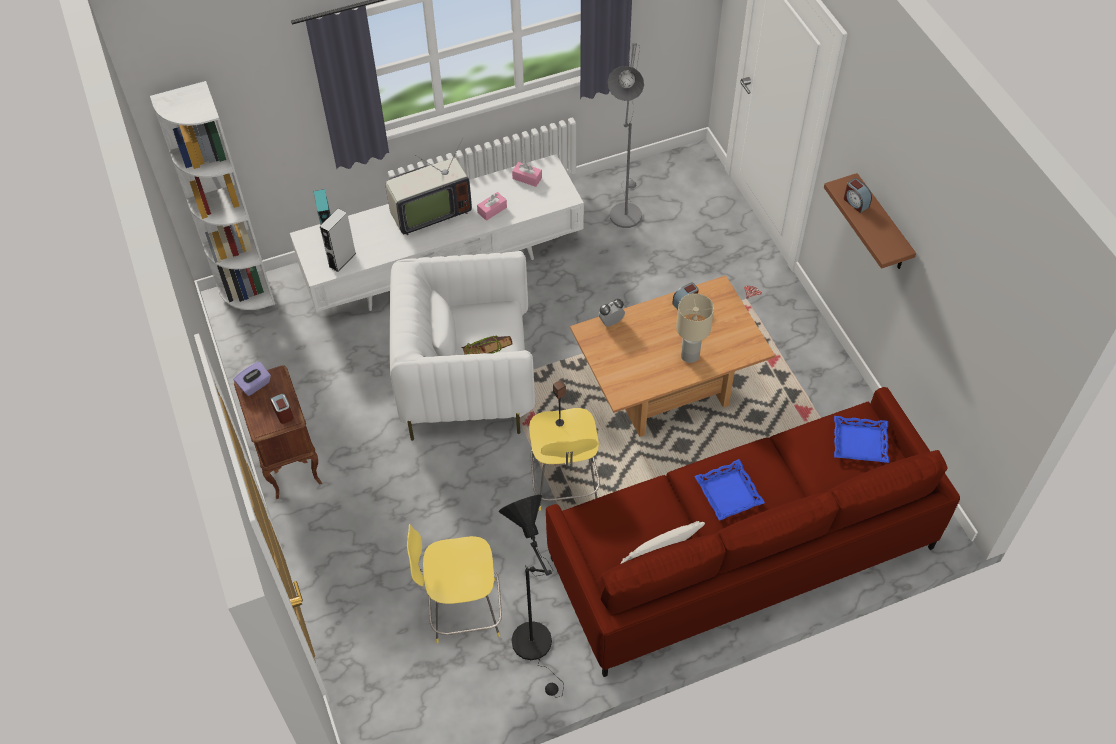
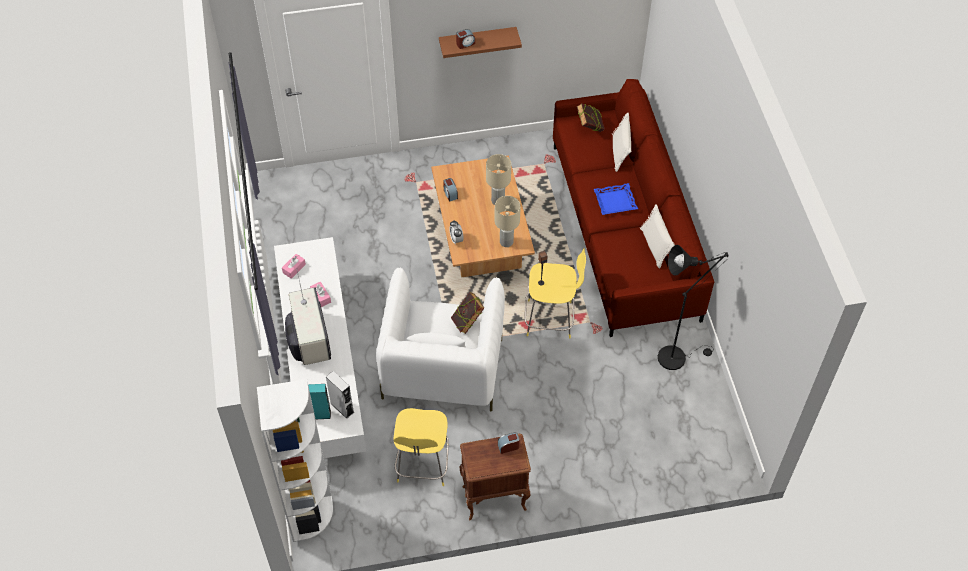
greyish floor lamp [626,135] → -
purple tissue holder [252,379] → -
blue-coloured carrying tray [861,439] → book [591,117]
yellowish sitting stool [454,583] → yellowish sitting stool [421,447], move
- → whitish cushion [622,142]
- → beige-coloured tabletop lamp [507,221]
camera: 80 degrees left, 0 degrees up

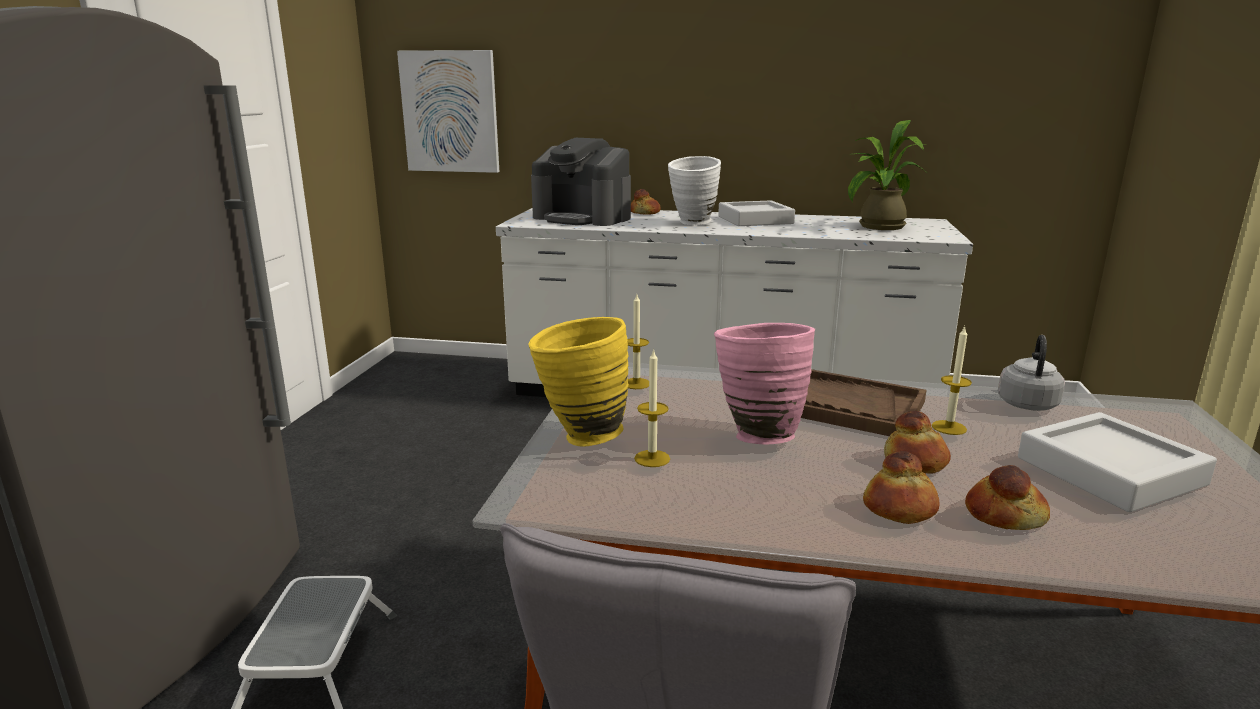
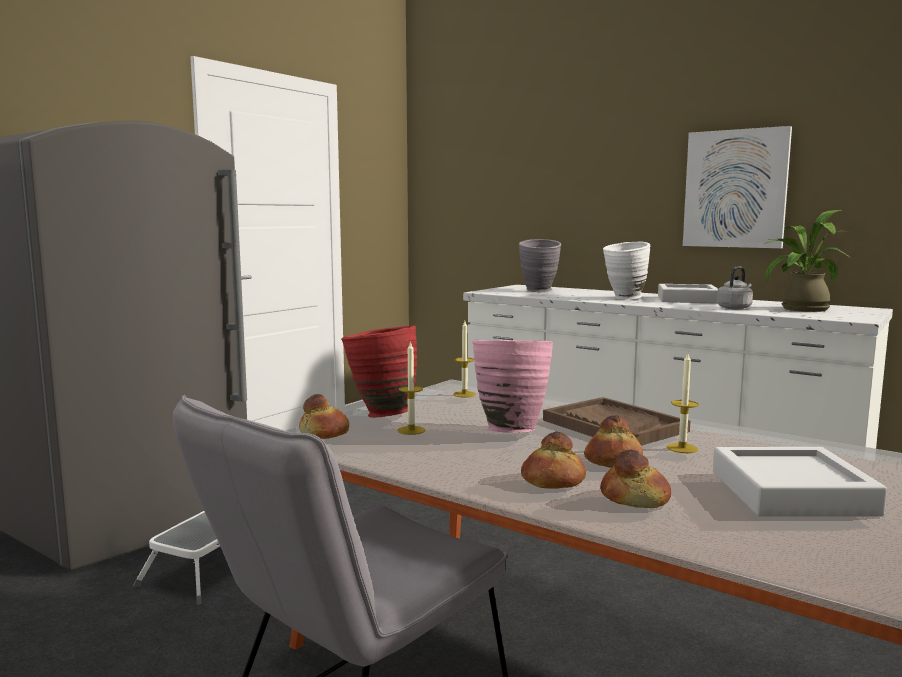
wall picture [448,111] → wall picture [737,187], move
coffee brewer [581,182] → greyish vase [540,265]
bakery bread [646,202] → bakery bread [324,416], move
yellowish vase [579,381] → red-coloured vase [379,372]
greyish water kettle [1031,373] → greyish water kettle [735,287], move
camera: 25 degrees right, 10 degrees down

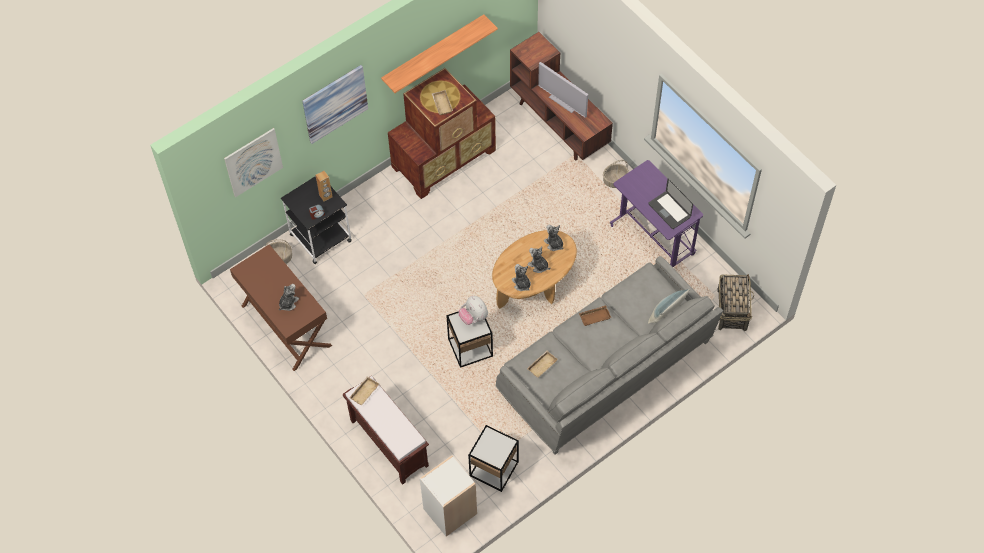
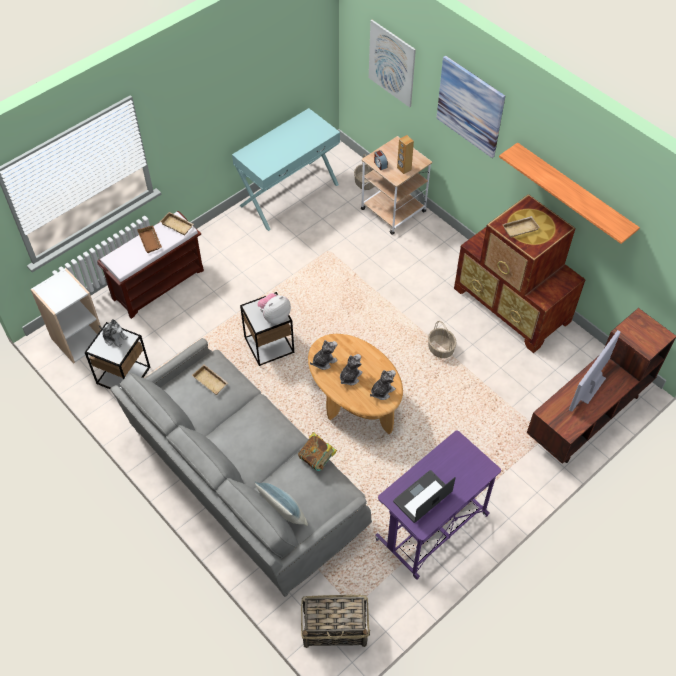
storage basket [616,174] → storage basket [442,339], move
blackish wheeled cart [316,220] → beige-coloured wheeled cart [397,185]
brown-coloured console table [281,307] → turquoise-coloured console table [286,169]
cuddly toy [289,297] → cuddly toy [113,333], move
brown-coloured carrying tray [595,316] → brown-coloured carrying tray [149,239], move
- → book [317,451]
camera: 85 degrees right, 5 degrees down

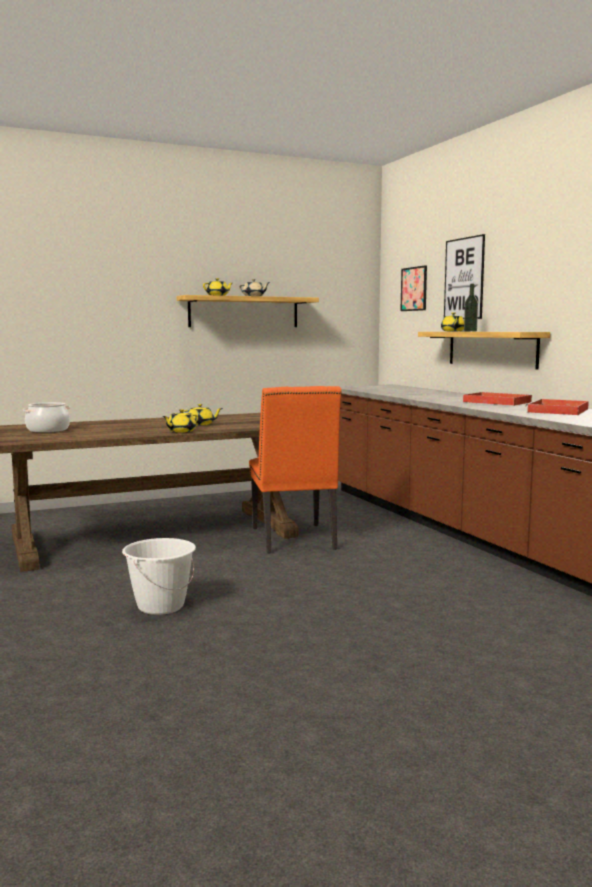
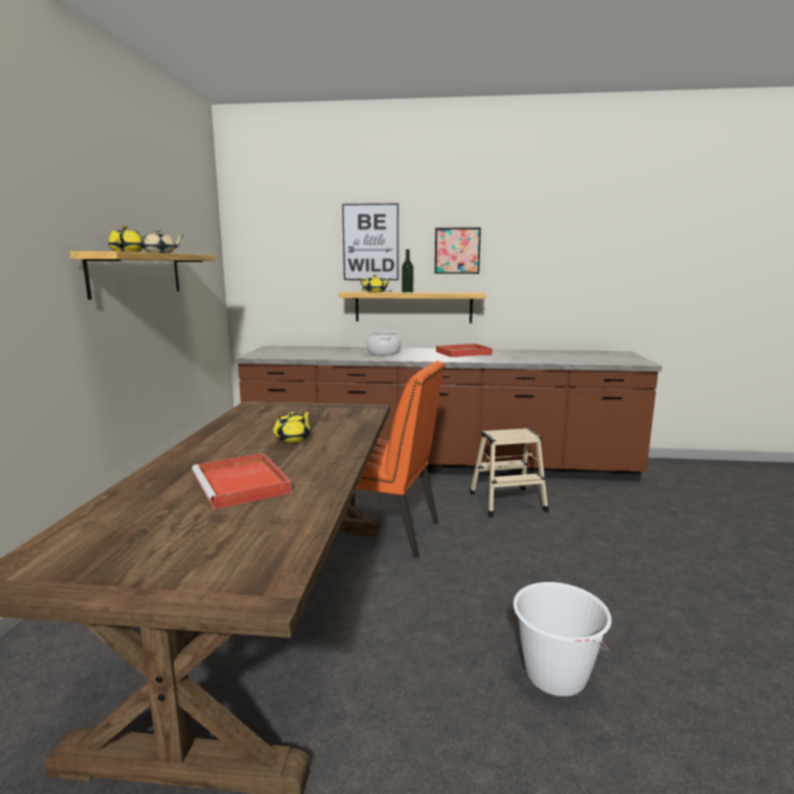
wall picture [413,288] → wall picture [458,250], move
red-coloured carrying tray [557,407] → red-coloured carrying tray [241,481], move
saucepot [47,417] → saucepot [384,342], move
yellowish pot for tea [180,421] → -
- → beige-coloured step ladder [509,473]
camera: 60 degrees left, 5 degrees up

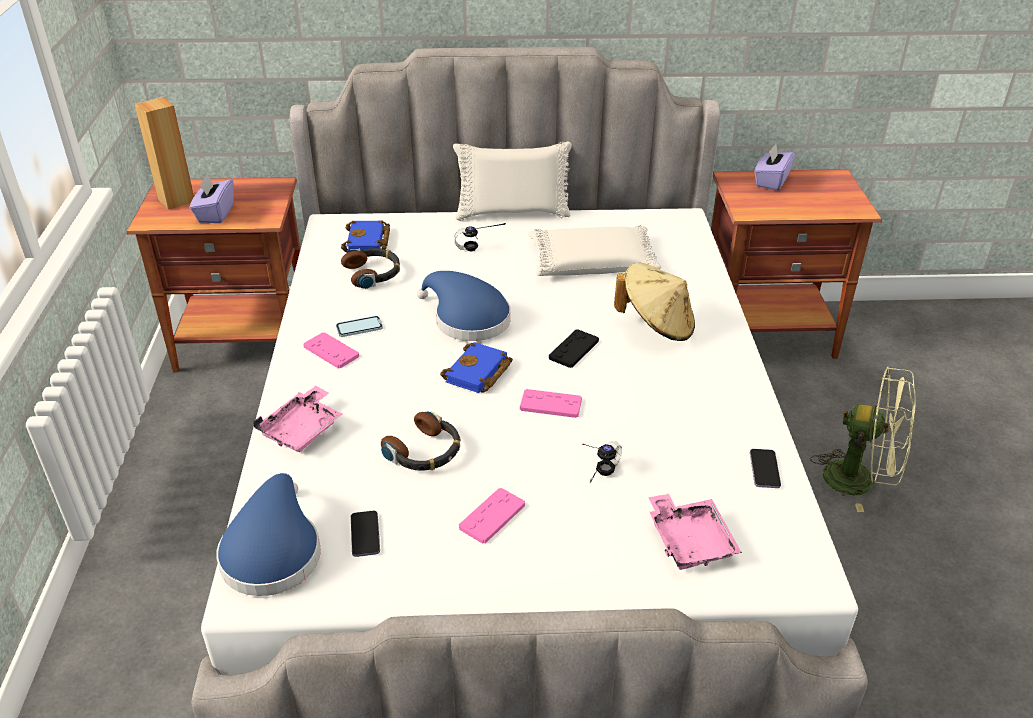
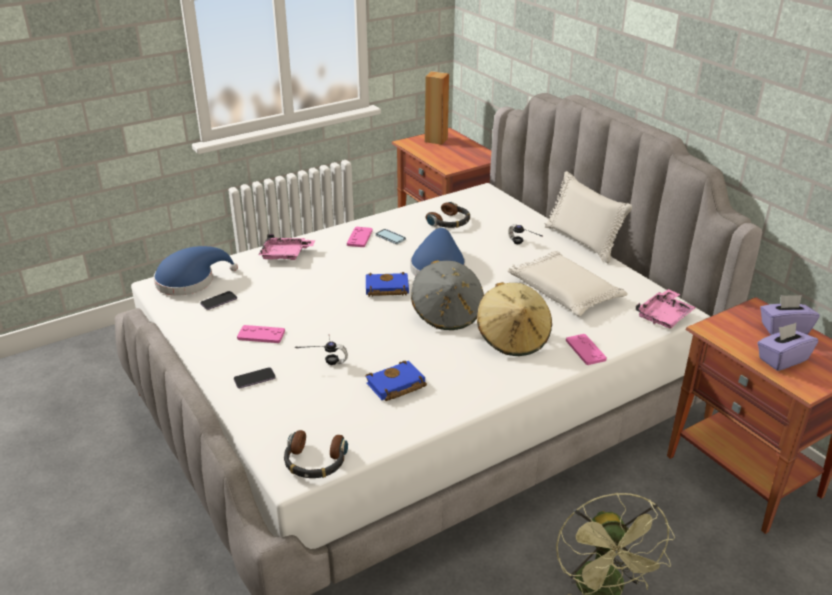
purple tissue holder [212,198] → purple tissue holder [787,347], move
blue-coloured book [365,236] → blue-coloured book [396,380], move
blackish game controller [574,348] → greyish wearable hat [447,295]
pink game controller [551,403] → pink game controller [586,349], move
pair of headphones [420,441] → pair of headphones [316,454], move
telephone [765,468] → telephone [255,377], move
pink carrying tray [695,532] → pink carrying tray [666,309], move
camera: 60 degrees right, 5 degrees down

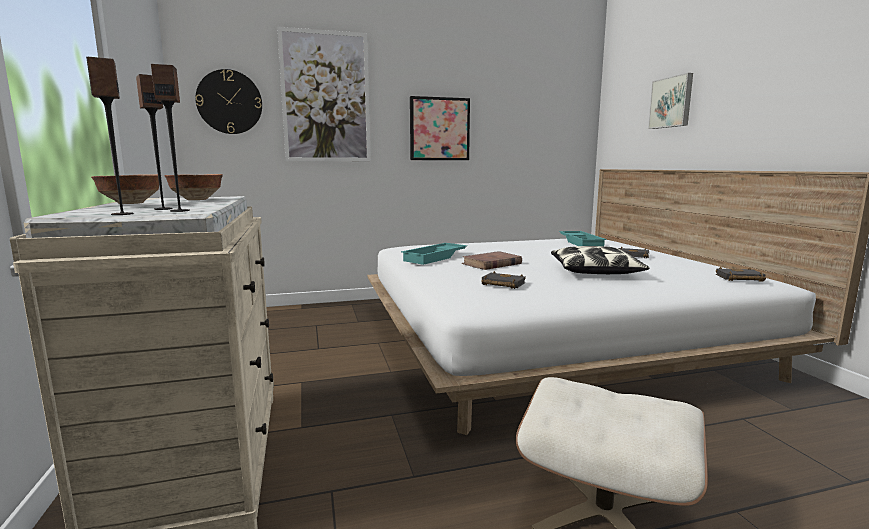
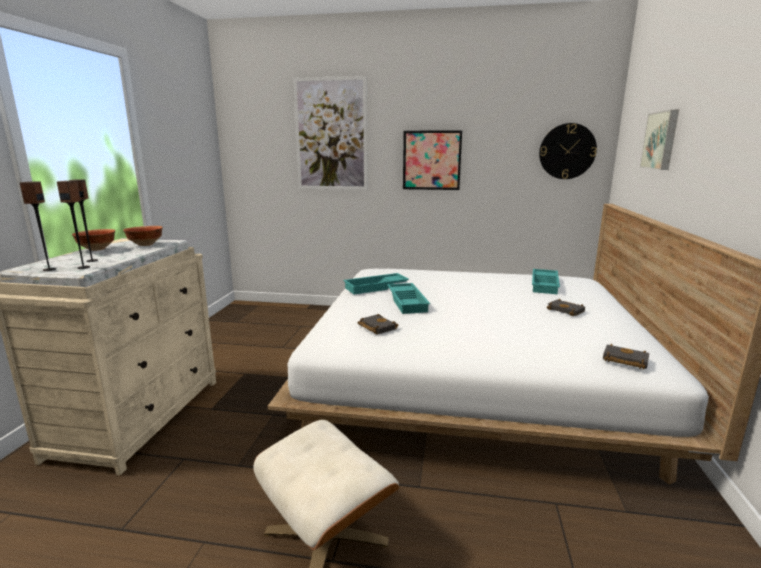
hanging clock [228,101] → hanging clock [568,151], move
cushion [600,260] → -
brown-coloured book [492,260] → turquoise-coloured carrying tray [408,298]
camera: 25 degrees right, 5 degrees up

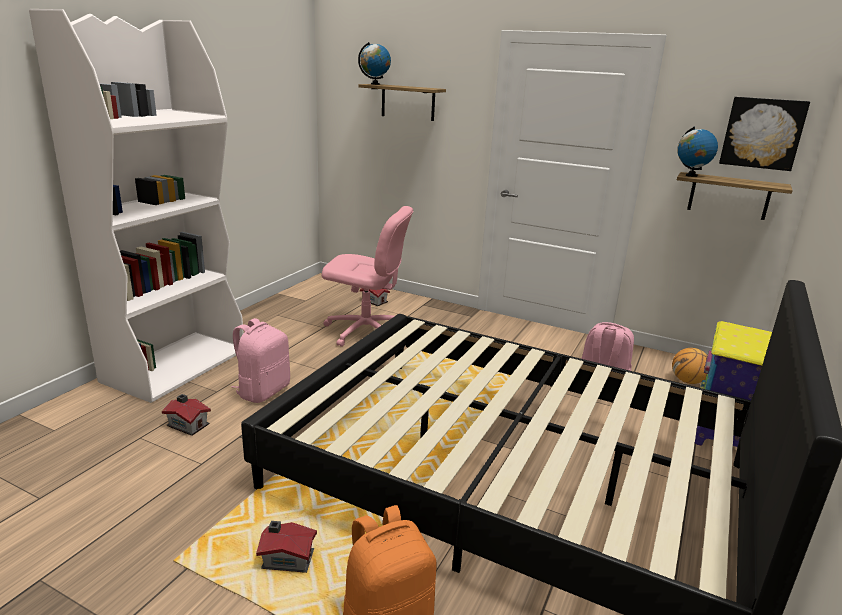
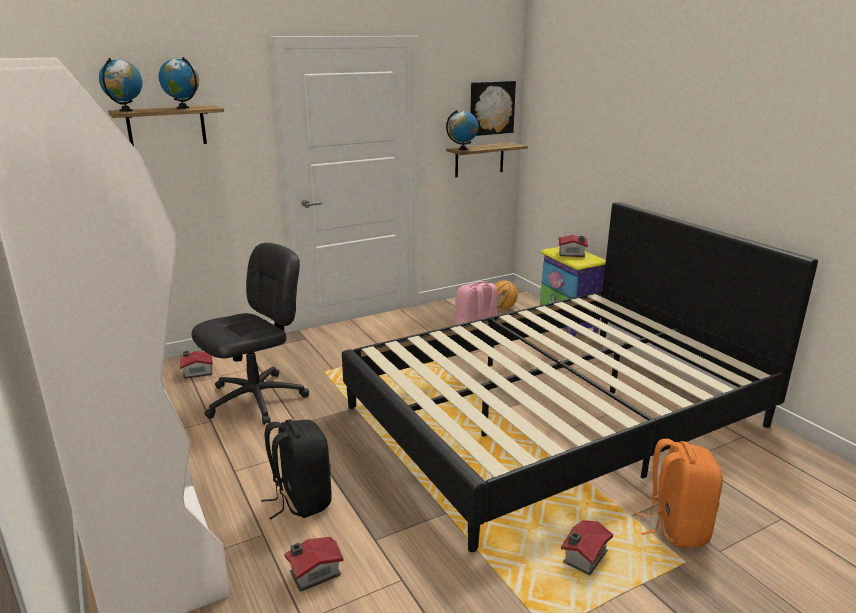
pink desk chair [368,276] → blackish desk chair [250,334]
pink backpack [260,360] → blackish backpack [296,469]
- → desk globe [179,83]
- → toy house [573,246]
camera: 55 degrees left, 0 degrees up

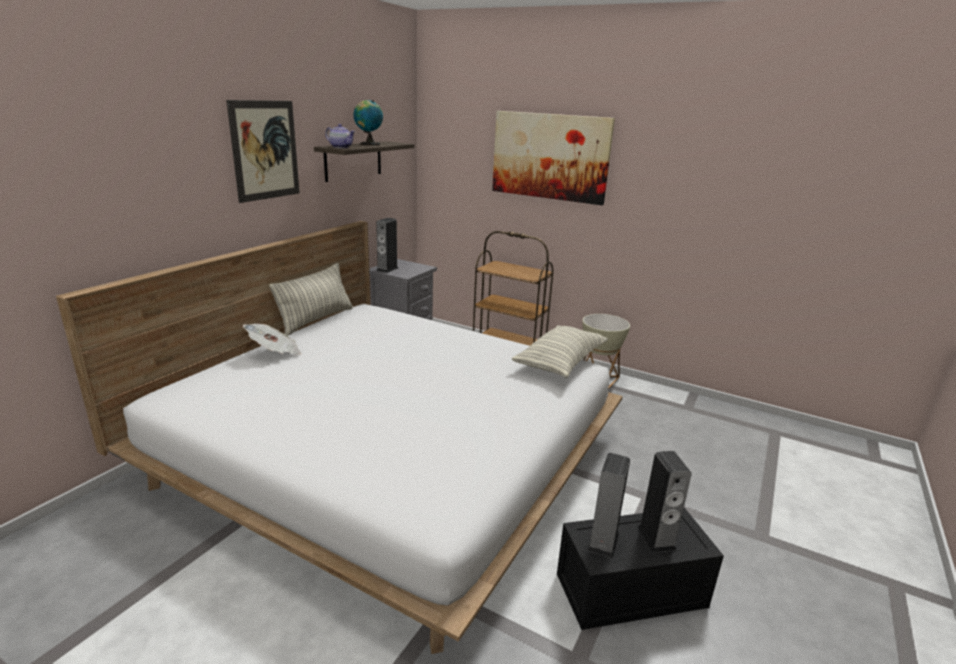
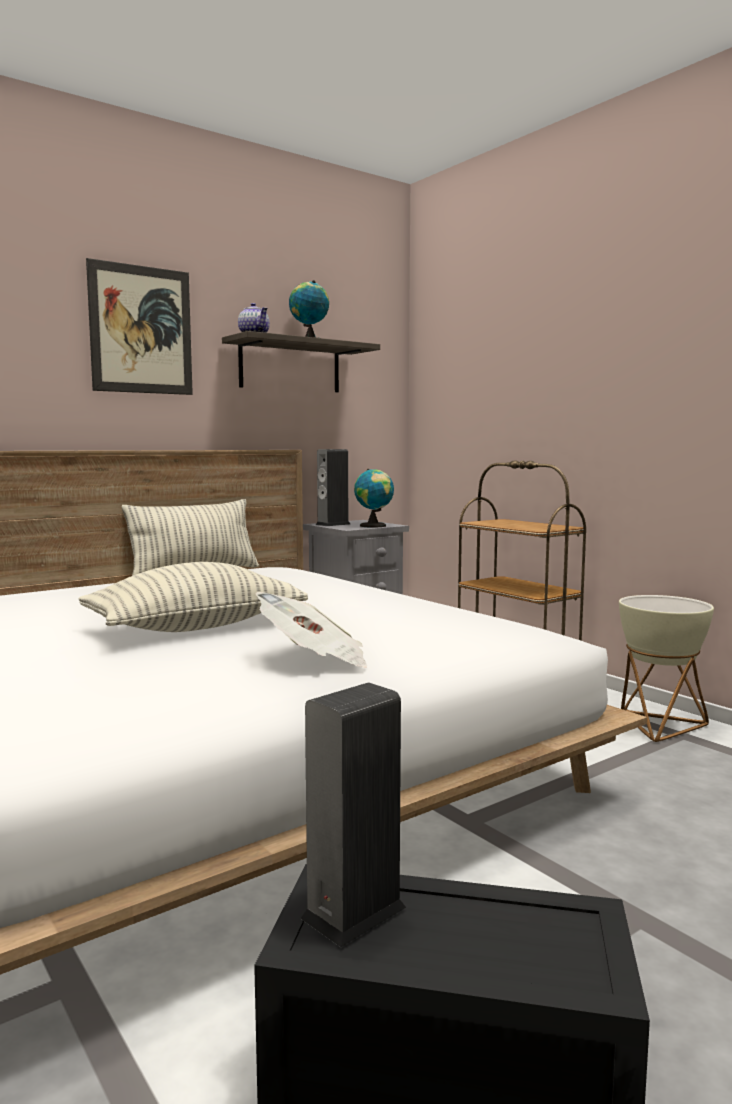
wall picture [553,158] → -
newspaper [272,339] → newspaper [311,630], move
cushion [560,351] → cushion [193,597], move
loudspeaker [665,502] → -
- → desk globe [374,498]
camera: 25 degrees right, 15 degrees down

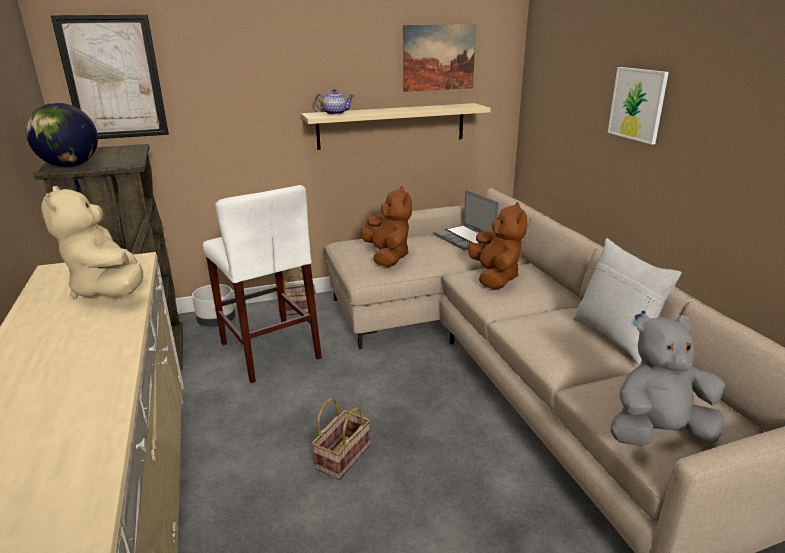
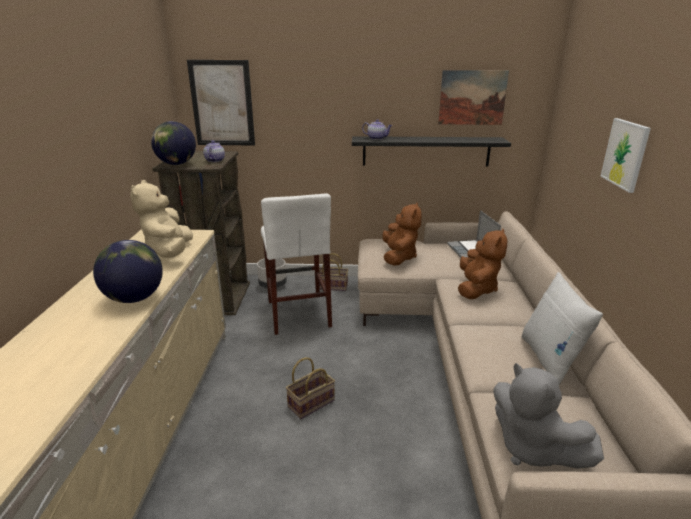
beige-coloured shelf [396,126] → blackish shelf [431,151]
greyish cuddly toy [668,380] → greyish cuddly toy [548,416], 135 degrees counterclockwise
- → pot for tea [214,151]
- → desk globe [128,271]
camera: 20 degrees right, 0 degrees up

